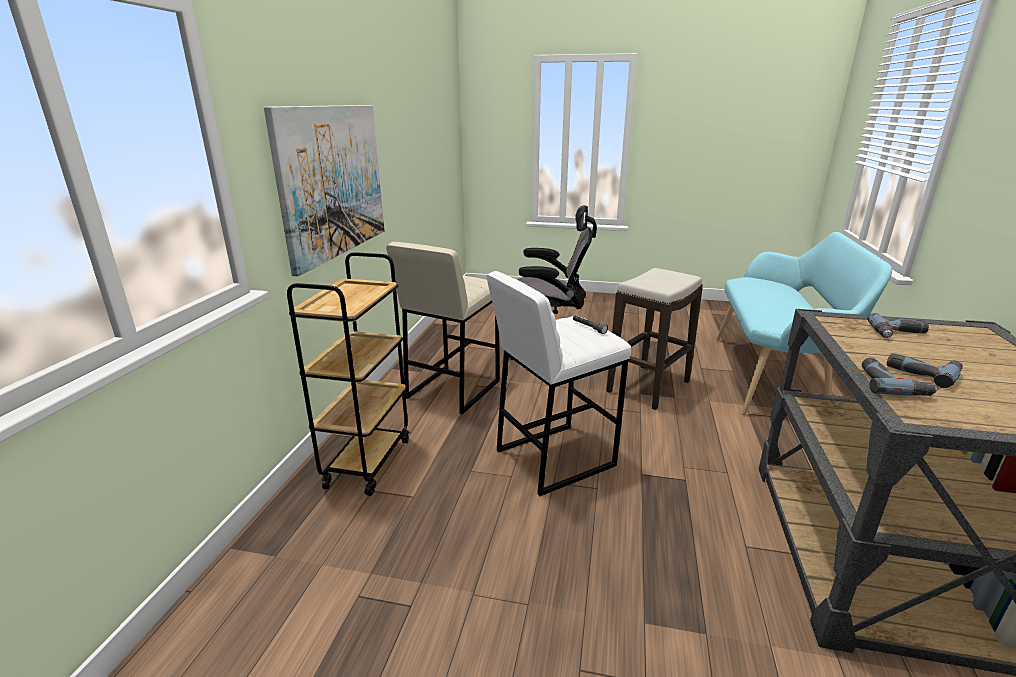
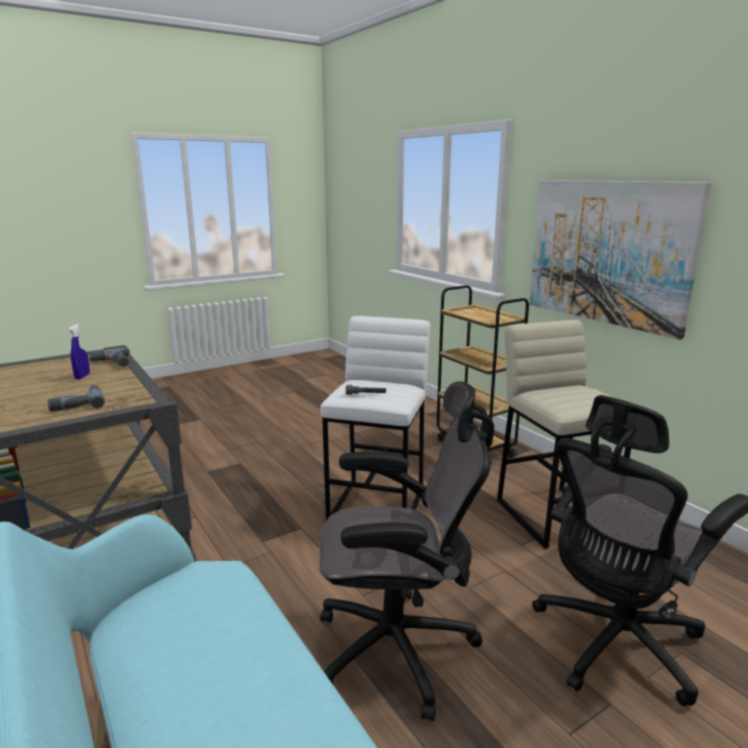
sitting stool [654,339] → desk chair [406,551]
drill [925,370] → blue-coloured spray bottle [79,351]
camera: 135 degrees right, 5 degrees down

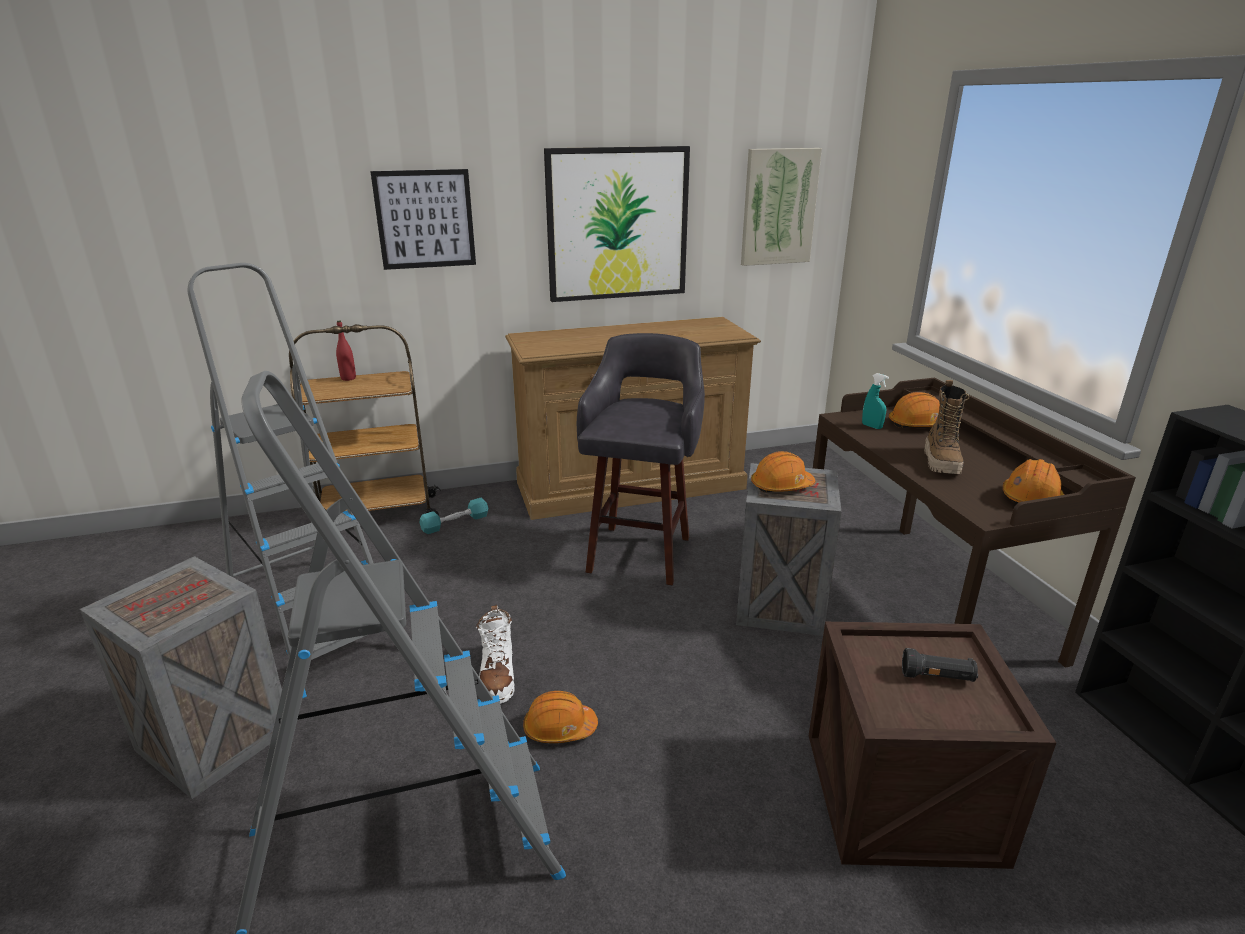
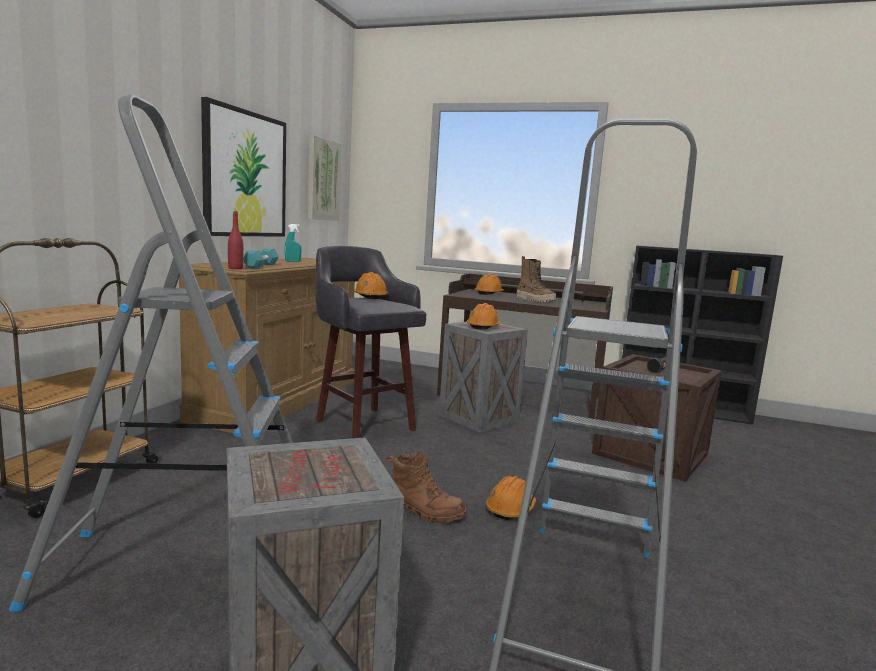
wall picture [423,219] → -
red-coloured beverage bottle [346,351] → red-coloured beverage bottle [236,240], move
turquoise-coloured spray bottle [875,401] → turquoise-coloured spray bottle [293,243], move
orange-coloured hard hat [1033,481] → orange-coloured hard hat [371,285], move
turquoise-coloured free weight [453,516] → turquoise-coloured free weight [261,258], move
whitish boot [495,654] → brown-coloured boot [427,487]
camera: 55 degrees left, 15 degrees down

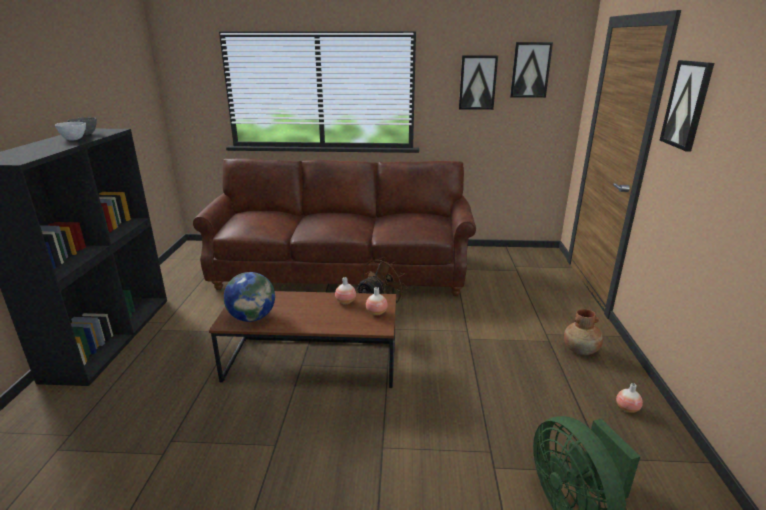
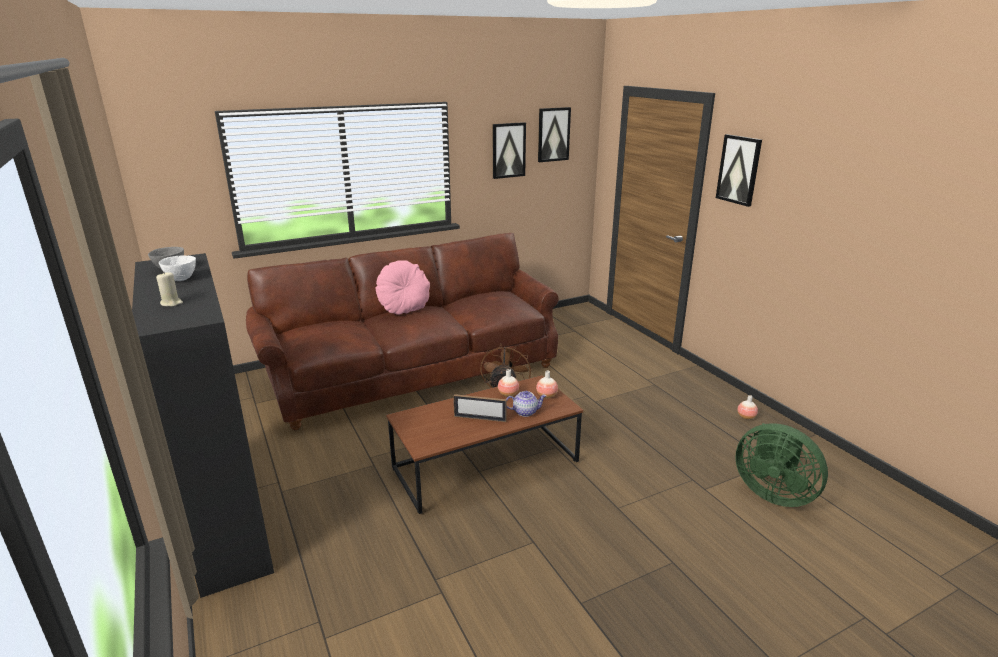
desk globe [249,297] → -
brown-coloured vase [583,332] → -
- → pink cushion [402,287]
- → beige-coloured wax candle [169,289]
- → pot for tea [526,404]
- → photo frame [480,408]
camera: 30 degrees left, 0 degrees up

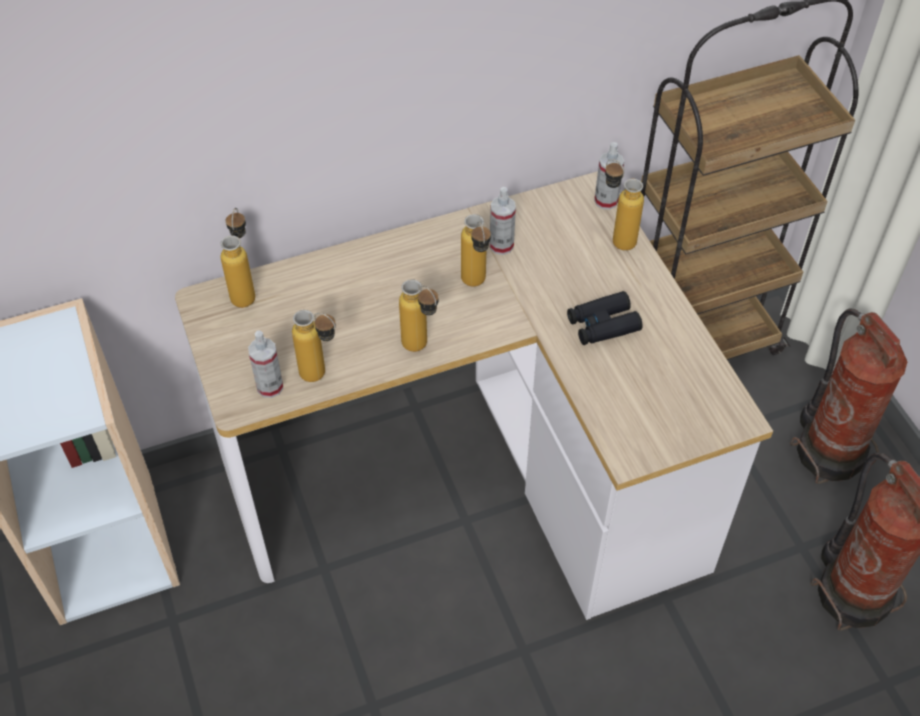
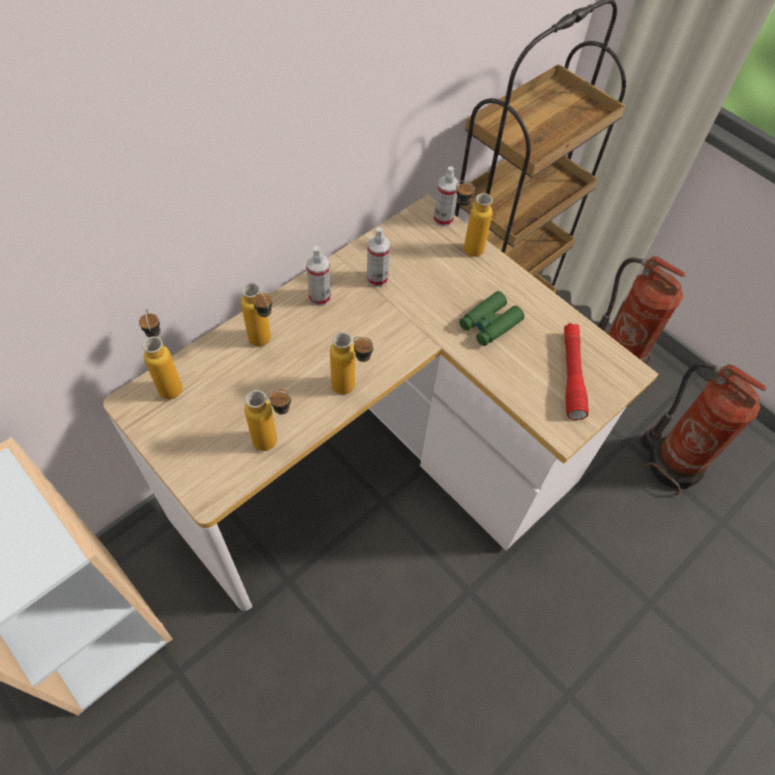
beverage bottle [476,250] → beverage bottle [256,314], move
blackish pair of binoculars [604,318] → green pair of binoculars [492,318]
spray bottle [265,364] → spray bottle [318,276], move
- → red-coloured flashlight [576,371]
camera: 25 degrees left, 5 degrees up

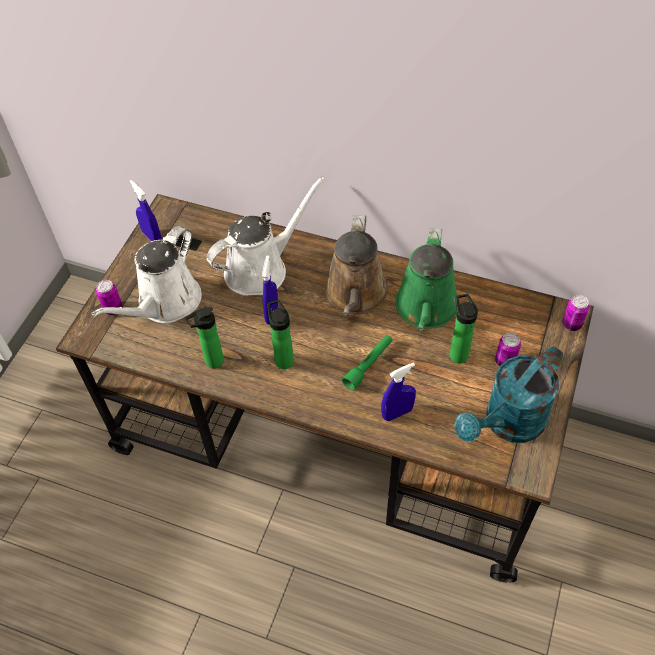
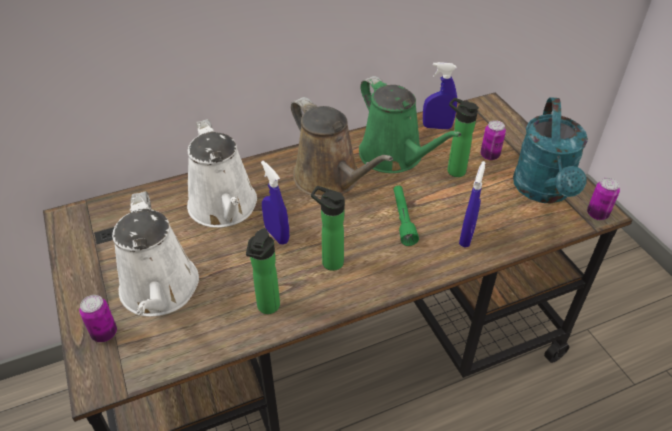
whitish sprinkling can [266,236] → whitish sprinkling can [222,173], 150 degrees clockwise
blue-coloured spray bottle [146,210] → blue-coloured spray bottle [440,95], move
can [575,313] → can [603,199], move
camera: 45 degrees left, 10 degrees down

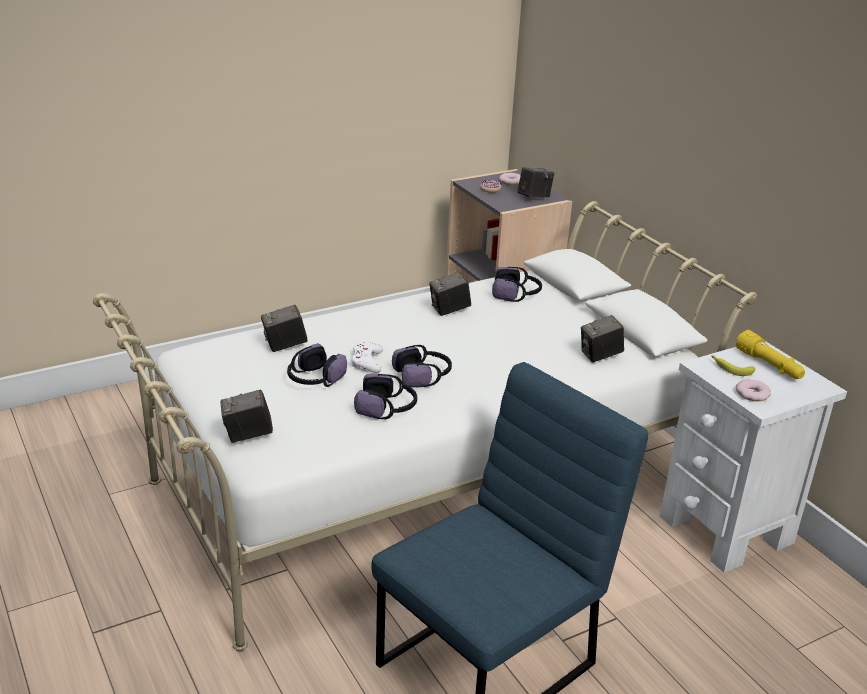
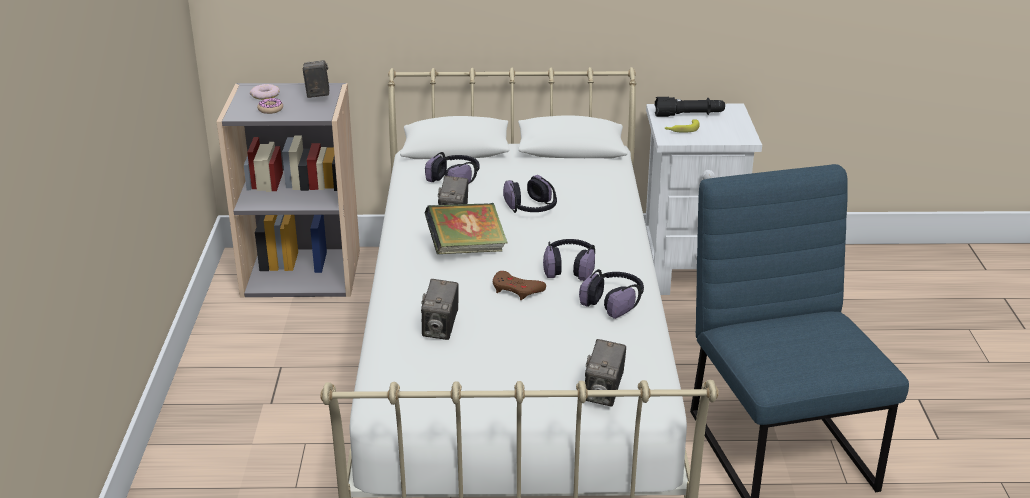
still camera [602,339] → -
yellowish flashlight [770,354] → blackish flashlight [690,107]
whitish game controller [367,357] → brown-coloured game controller [519,285]
pair of headphones [317,365] → pair of headphones [530,194], move
ring doughnut [753,390] → -
- → book [466,228]
camera: 60 degrees left, 0 degrees up

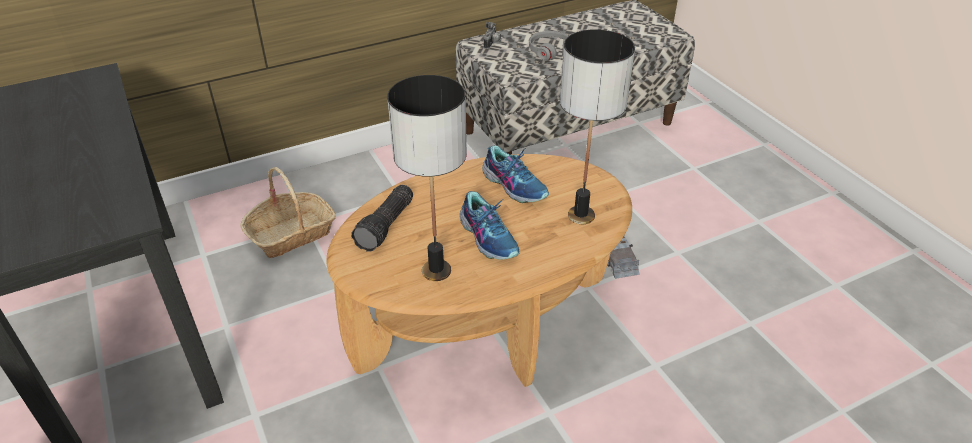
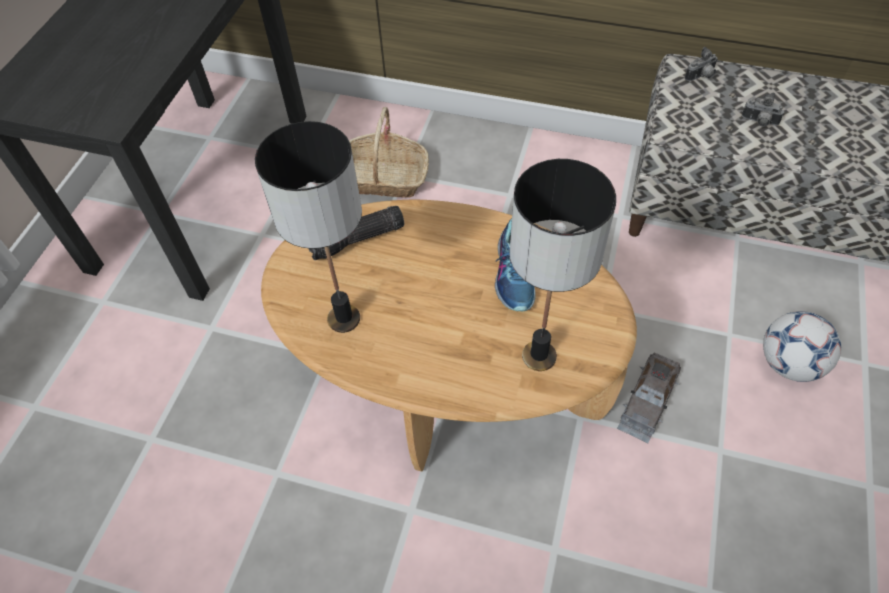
greyish pair of headphones [548,46] → still camera [763,110]
item of footwear [489,225] → -
- → football [802,346]
camera: 45 degrees right, 15 degrees up

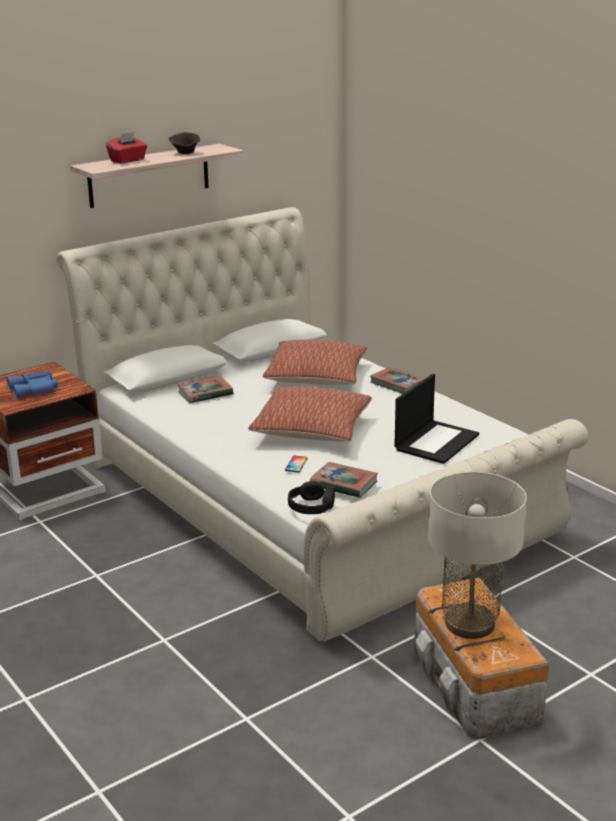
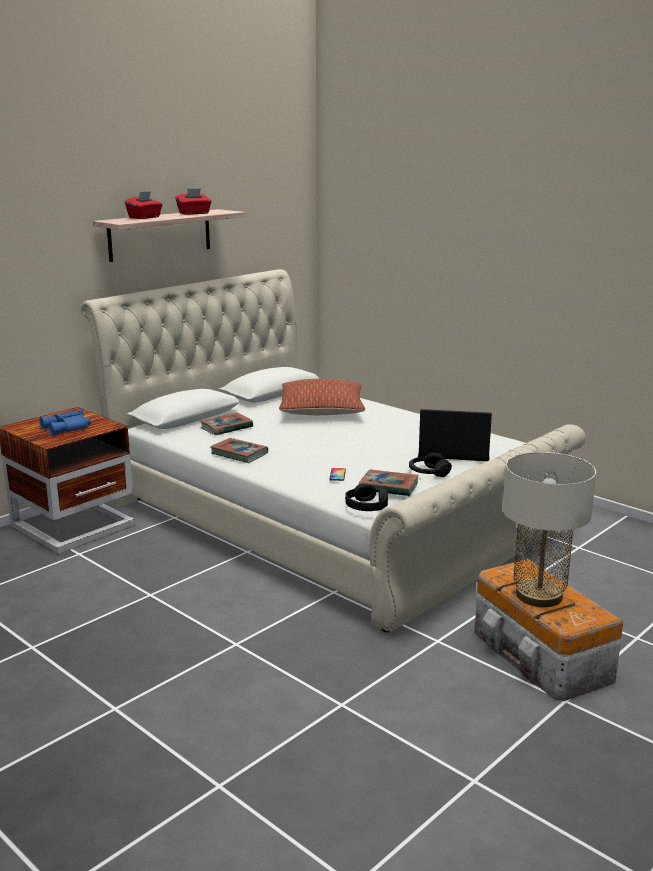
brown-coloured serving bowl [184,143] → red-coloured tissue holder [193,201]
book [397,380] → book [239,450], move
laptop [436,419] → laptop [455,435], 105 degrees counterclockwise
cushion [310,414] → -
- → blackish pair of headphones [430,464]
camera: 10 degrees left, 5 degrees down

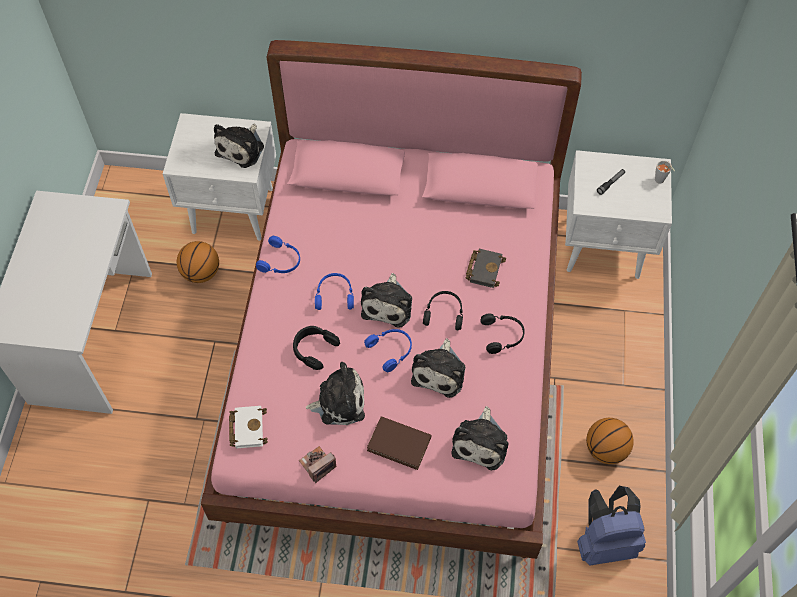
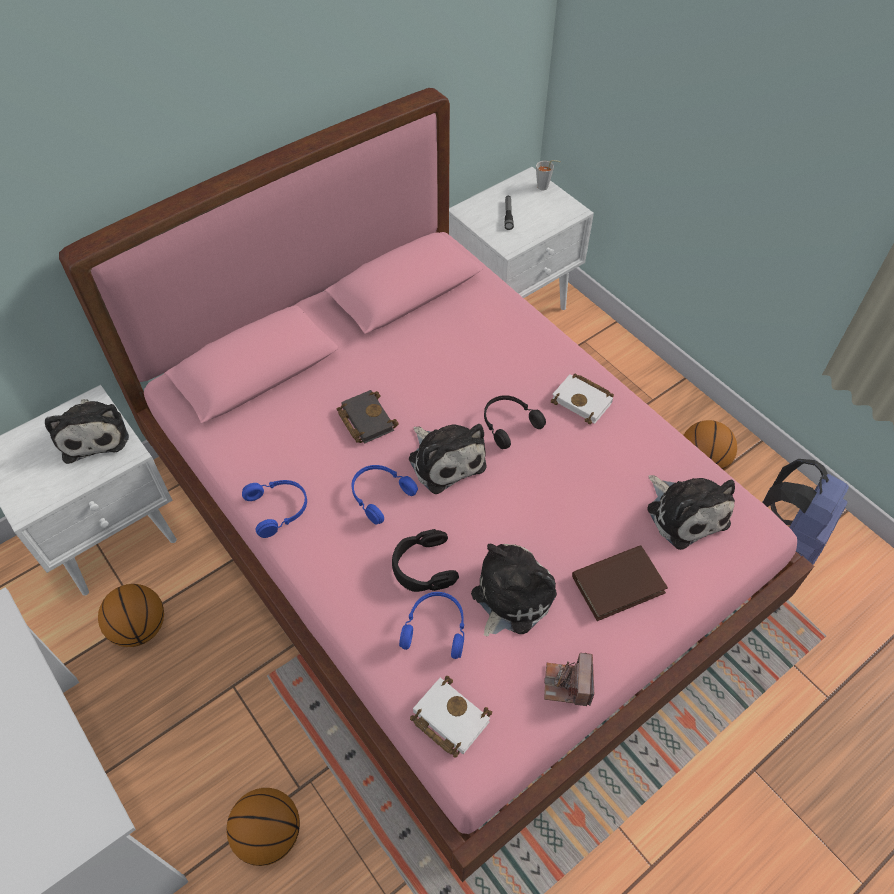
blackish book [485,268] → blackish book [367,417], move
blackish pair of headphones [502,334] → whitish book [582,398]
blue-coloured pair of headphones [388,350] → blue-coloured pair of headphones [431,625], move
cuddly toy [438,368] → -
- → ball for basketball [263,827]
camera: 45 degrees left, 5 degrees down

